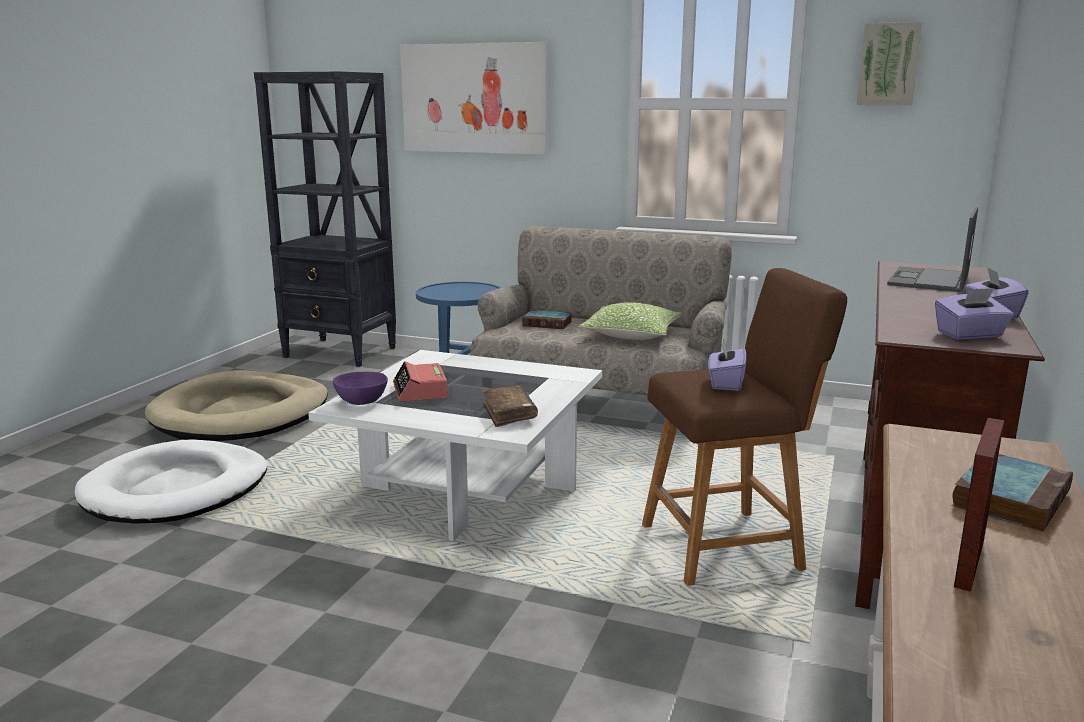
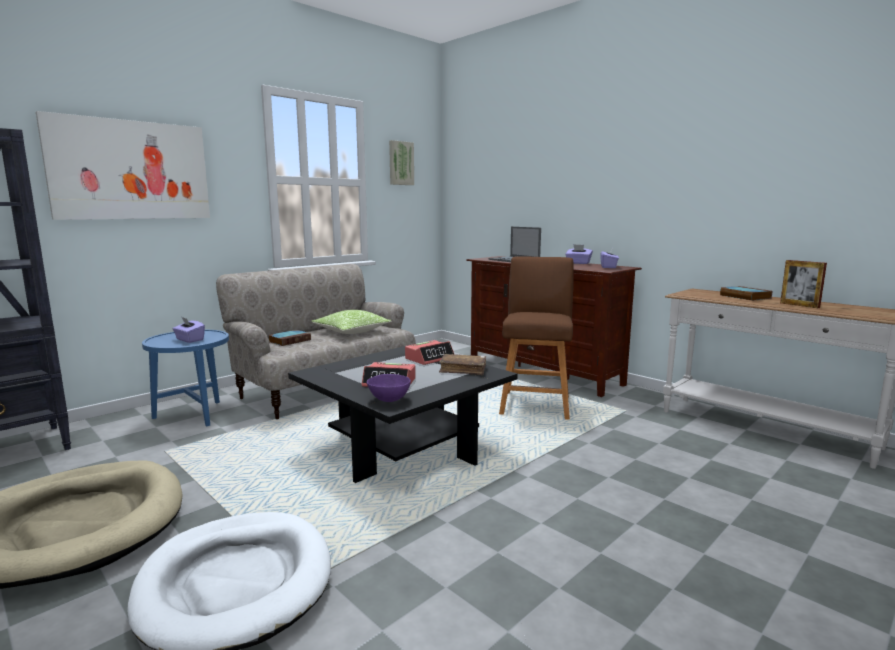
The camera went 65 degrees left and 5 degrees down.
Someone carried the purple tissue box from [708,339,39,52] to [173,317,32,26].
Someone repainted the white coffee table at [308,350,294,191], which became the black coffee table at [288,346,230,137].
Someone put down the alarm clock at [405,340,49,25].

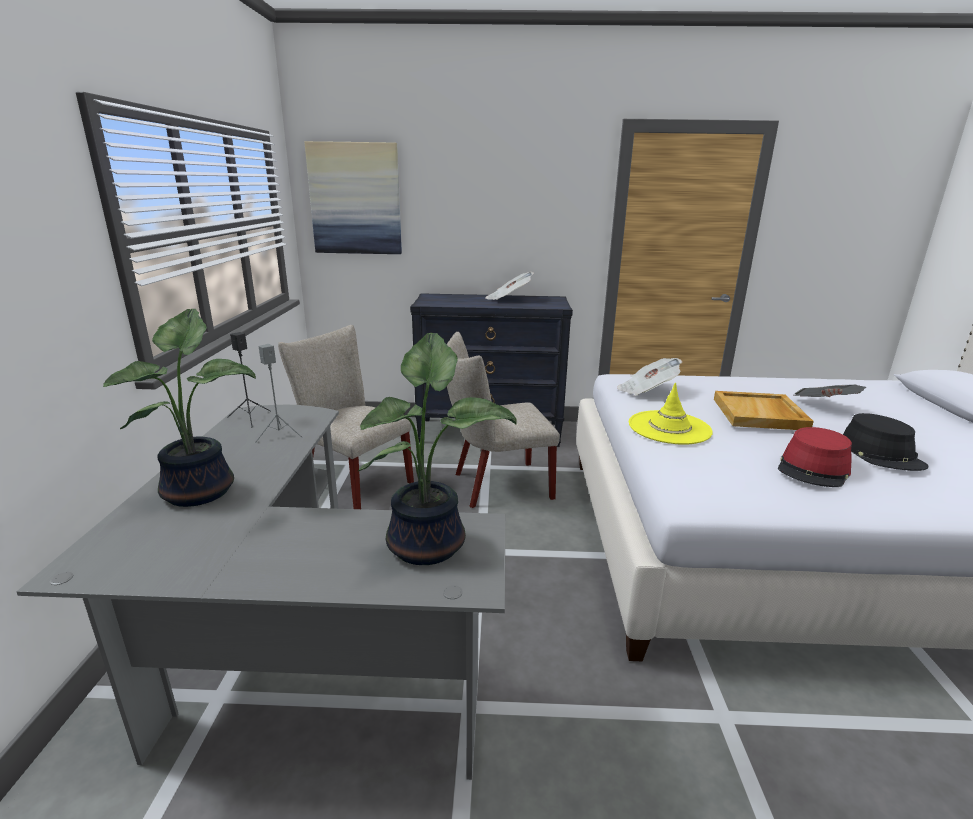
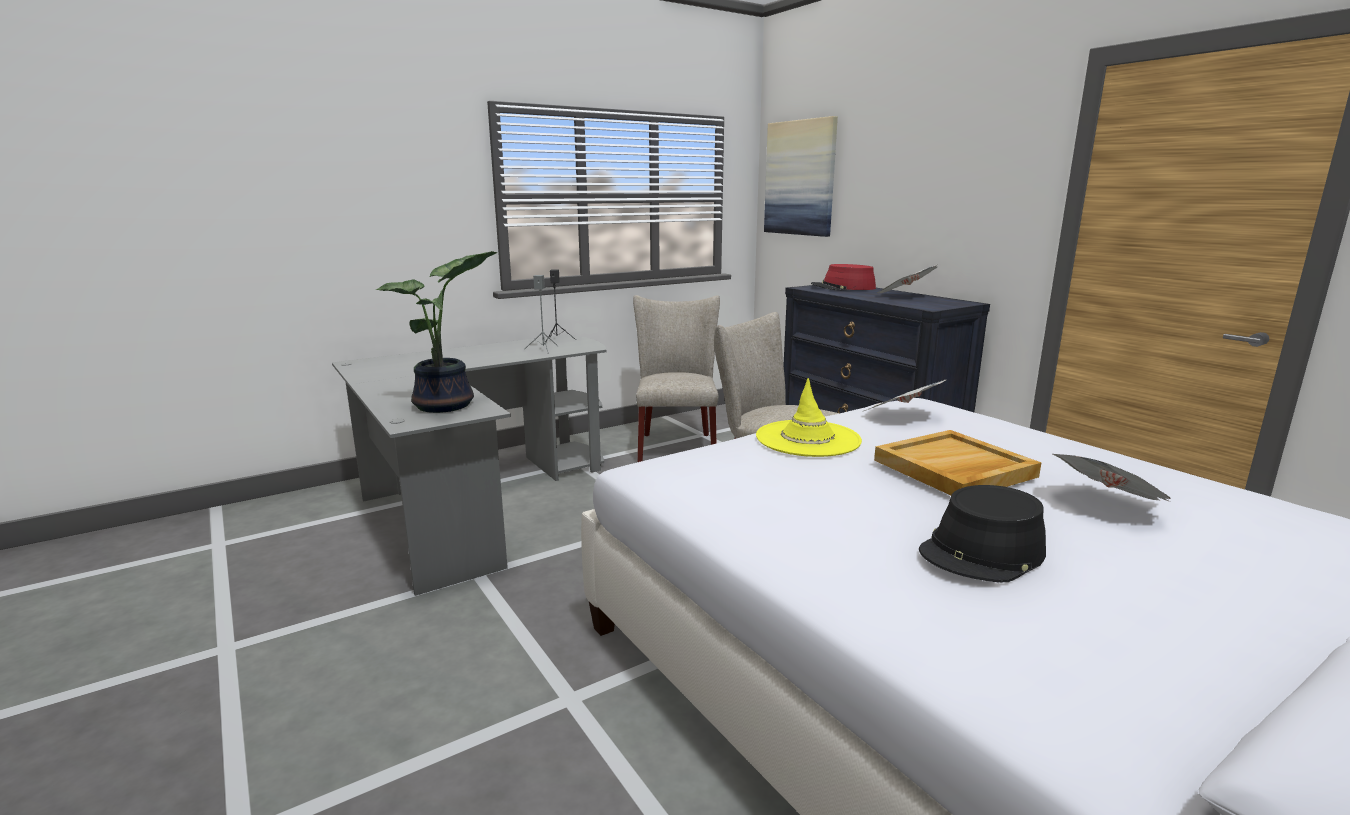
The camera went 55 degrees right and 5 degrees down.
Someone took away the potted plant at [103,309,153,198].
Someone carried the red hat from [778,427,74,60] to [811,264,65,26].

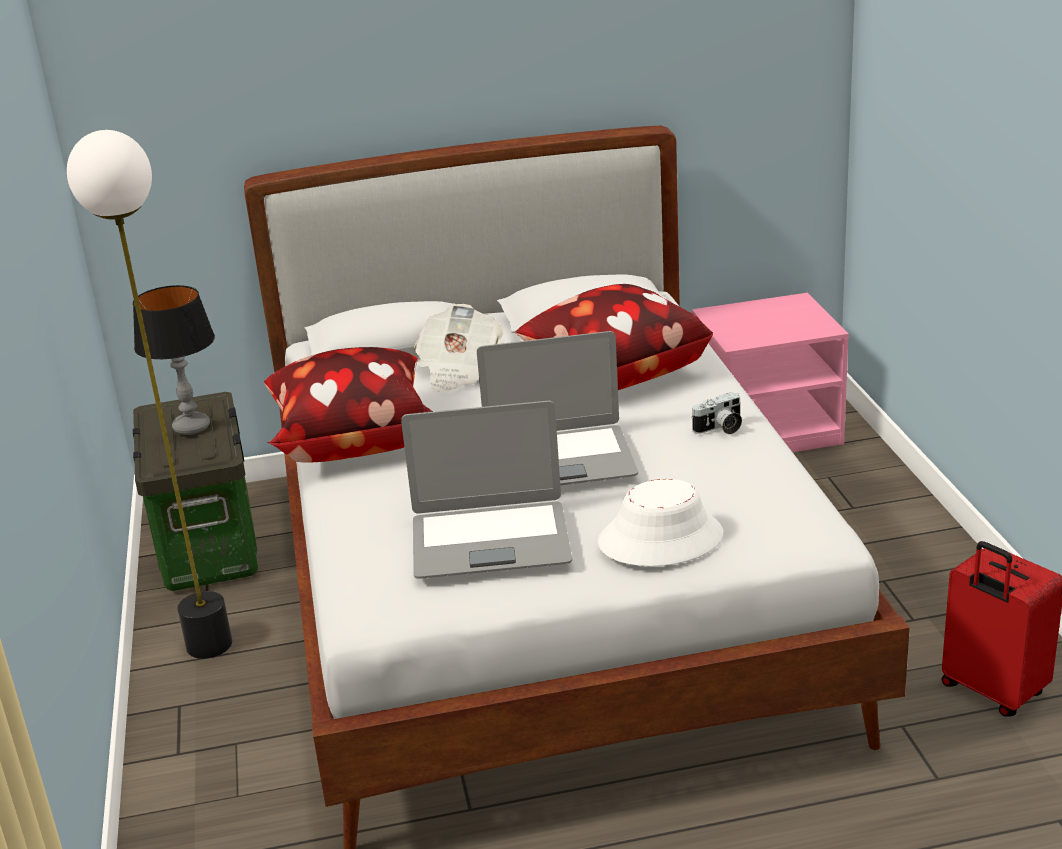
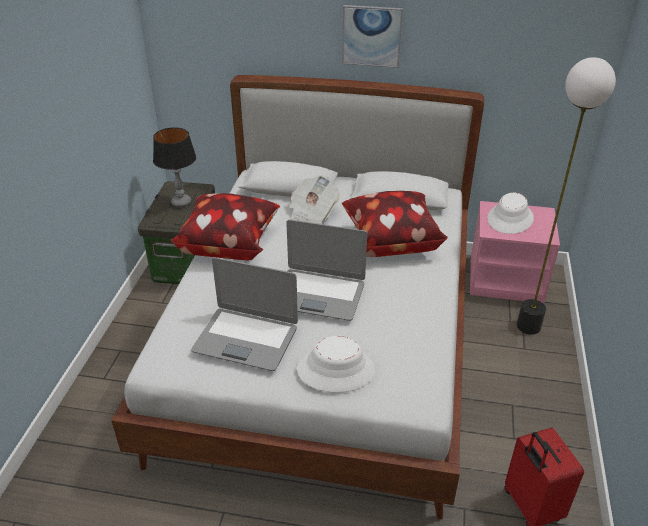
The camera went 20 degrees right and 10 degrees up.
Someone carried the floor lamp from [67,130,165,529] to [517,57,99,278].
Someone took away the photo camera at [691,392,51,42].
Someone put up the picture at [342,5,61,63].
Someone put down the white hat at [487,193,47,41].

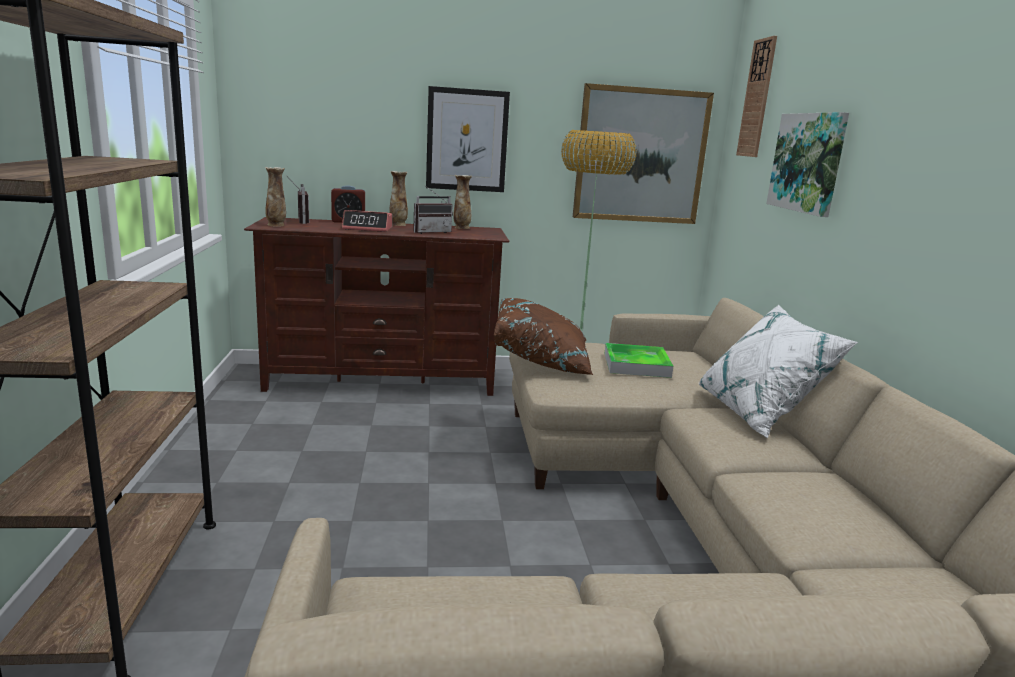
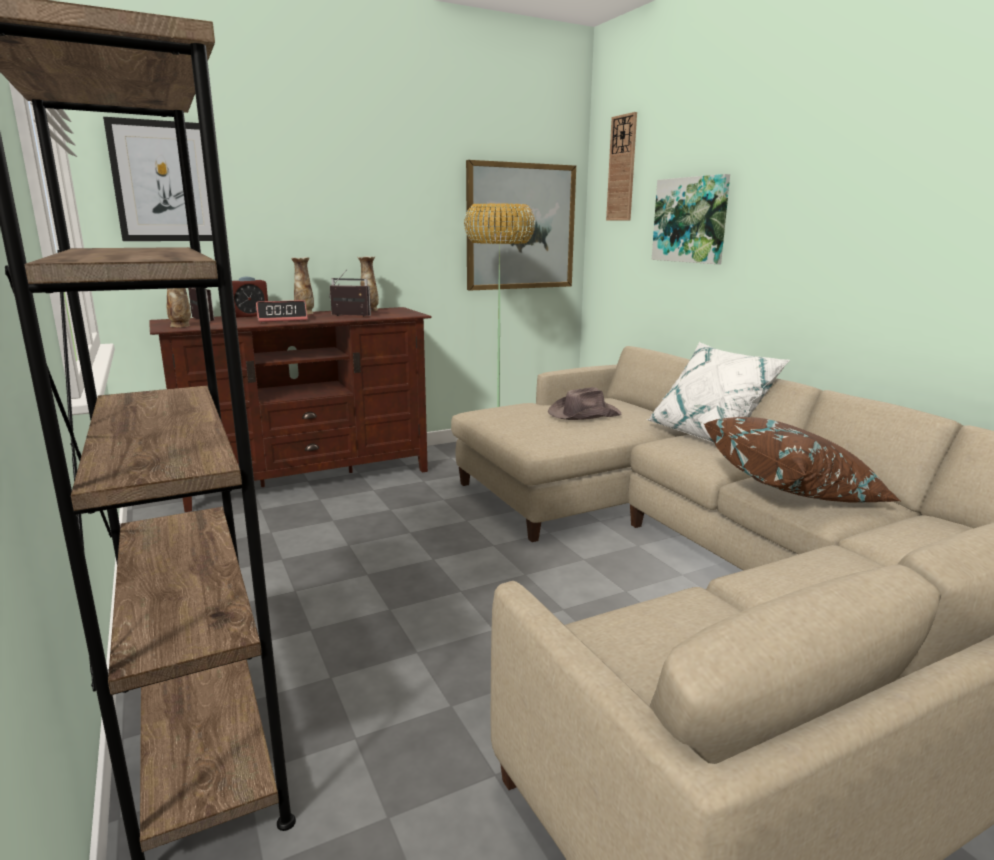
The camera went 20 degrees left and 0 degrees up.
Someone carried the picture from [426,86,84,106] to [103,117,110,124].
Someone rotated the radio at [413,185,40,49] by 120 degrees counterclockwise.
Someone carried the brown pillow from [494,298,99,77] to [704,417,196,86].
Someone swapped the tray at [604,343,69,35] for the brown hat at [548,387,74,33].

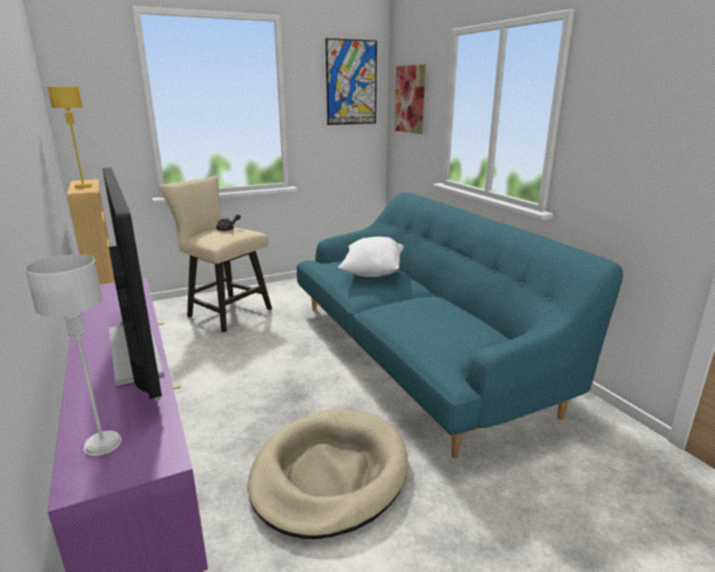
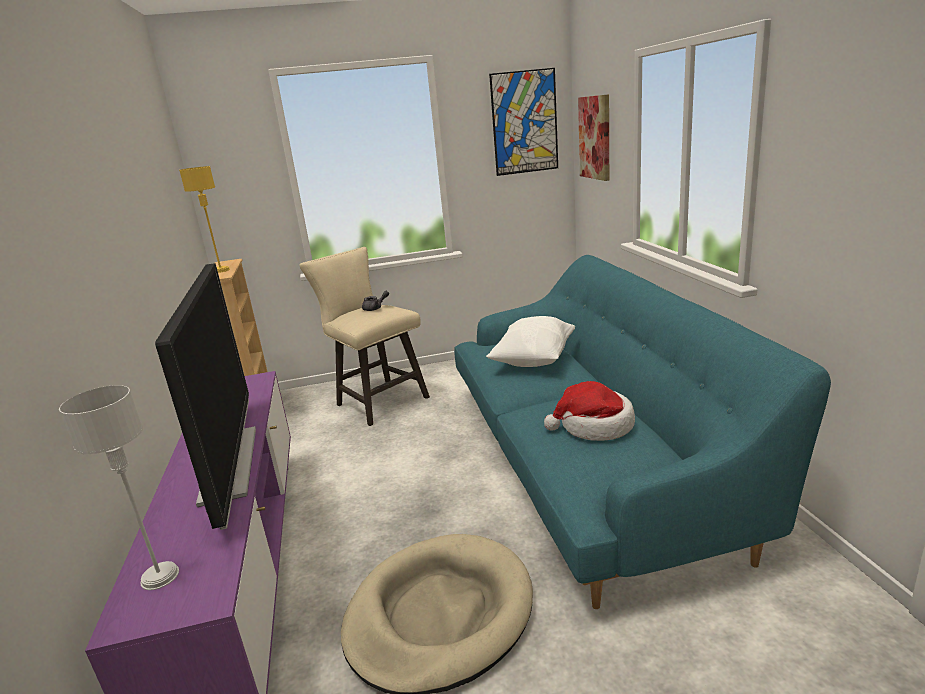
The camera went 15 degrees right and 0 degrees up.
Someone put down the hat at [544,381,91,60].

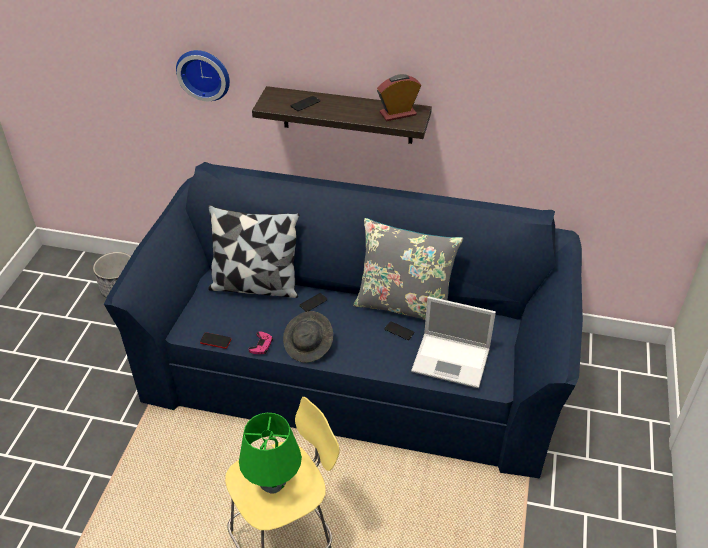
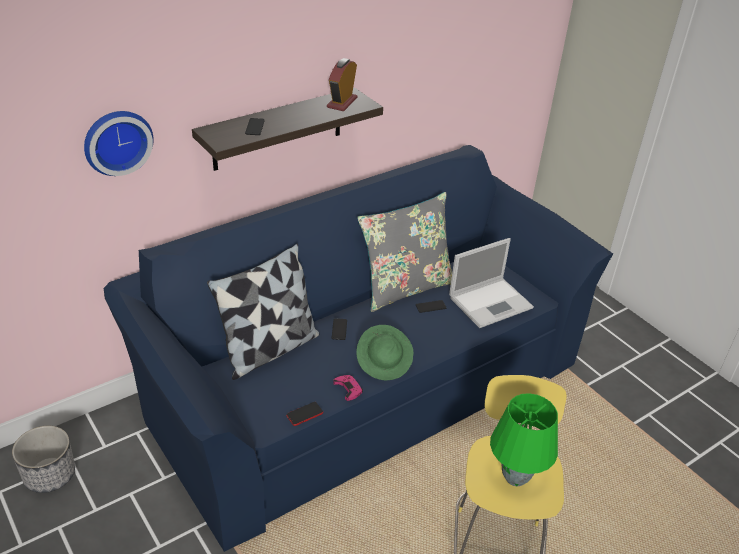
The camera went 50 degrees left and 5 degrees down.
Someone repainted the grey hat at [283,311,50,52], which became the green hat at [356,325,58,55].

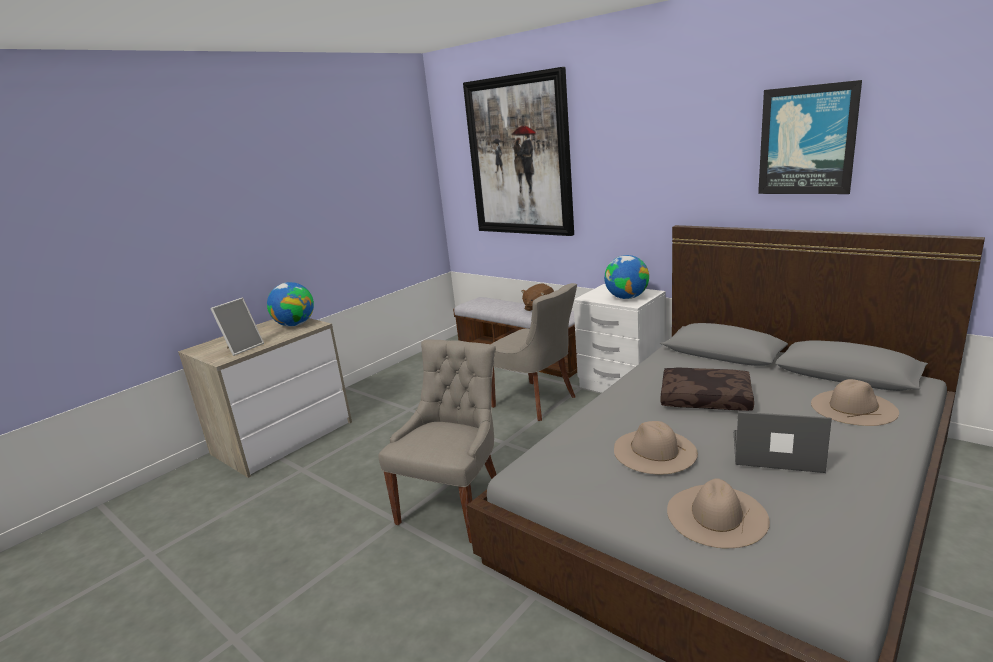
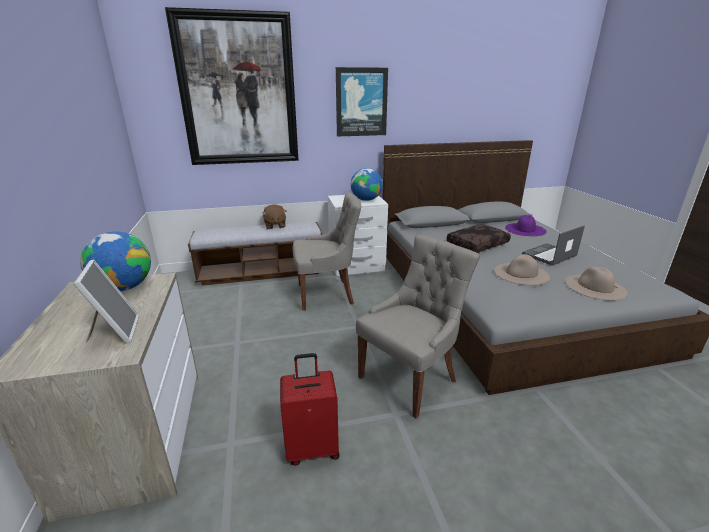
The camera went 55 degrees left and 5 degrees up.
Someone carried the picture from [758,80,104,114] to [336,67,52,69].
Someone rotated the grey chair at [378,340,119,203] by 75 degrees clockwise.
Someone repainted the beige hat at [811,379,88,47], which became the purple hat at [505,215,42,21].
Someone put down the red suitcase at [280,353,60,113].

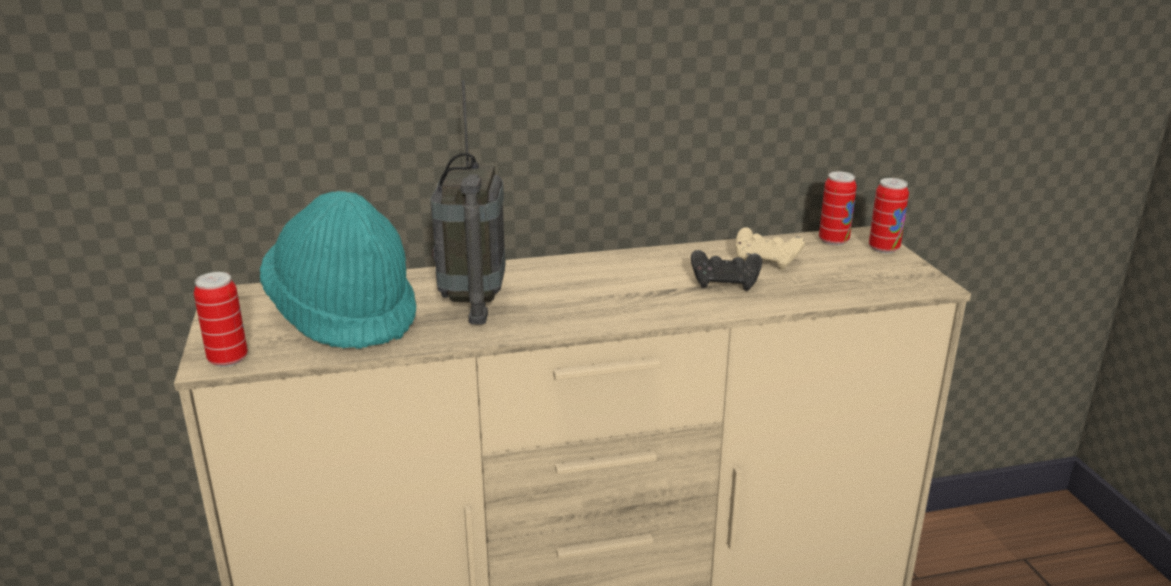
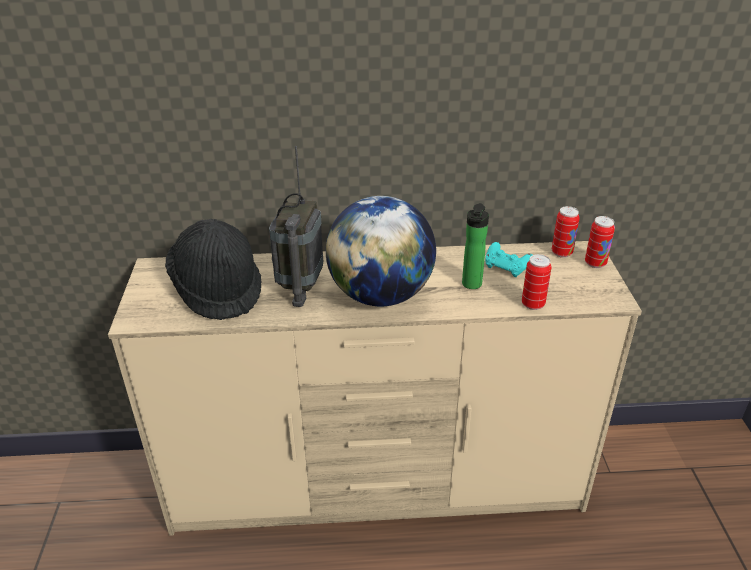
The camera went 10 degrees right and 10 degrees up.
Someone repainted the turquoise hat at [260,191,156,158], which became the black hat at [165,219,97,101].
Someone repainted the beige game controller at [735,227,70,43], which became the turquoise game controller at [485,242,48,35].
Someone swapped the black game controller at [691,250,71,41] for the bottle at [462,203,27,86].
Someone carried the can from [194,272,54,95] to [522,254,30,56].
Someone put down the globe at [326,196,110,110].

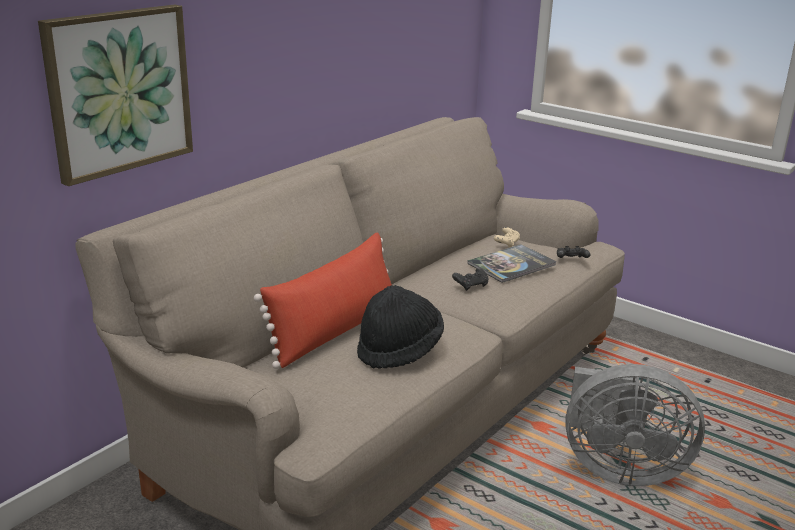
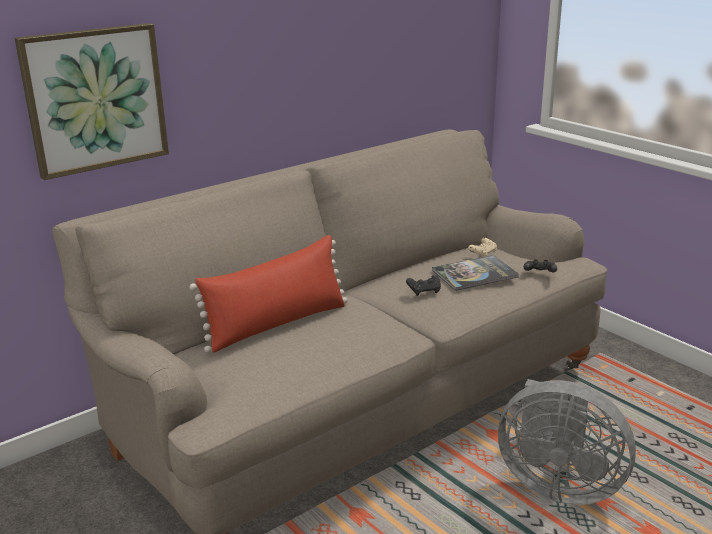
The camera went 15 degrees right and 0 degrees up.
Someone took away the black hat at [357,285,87,84].

